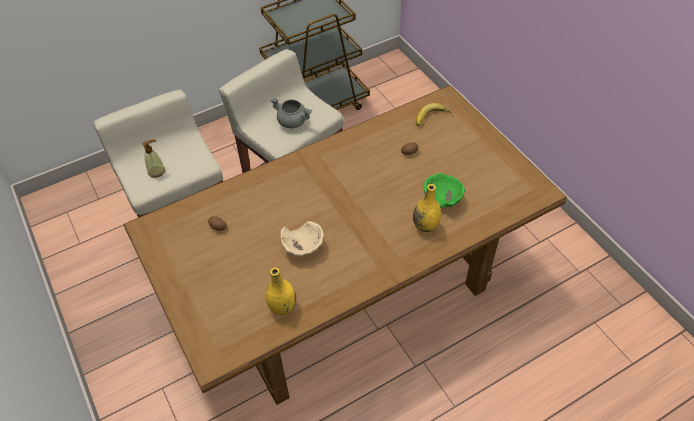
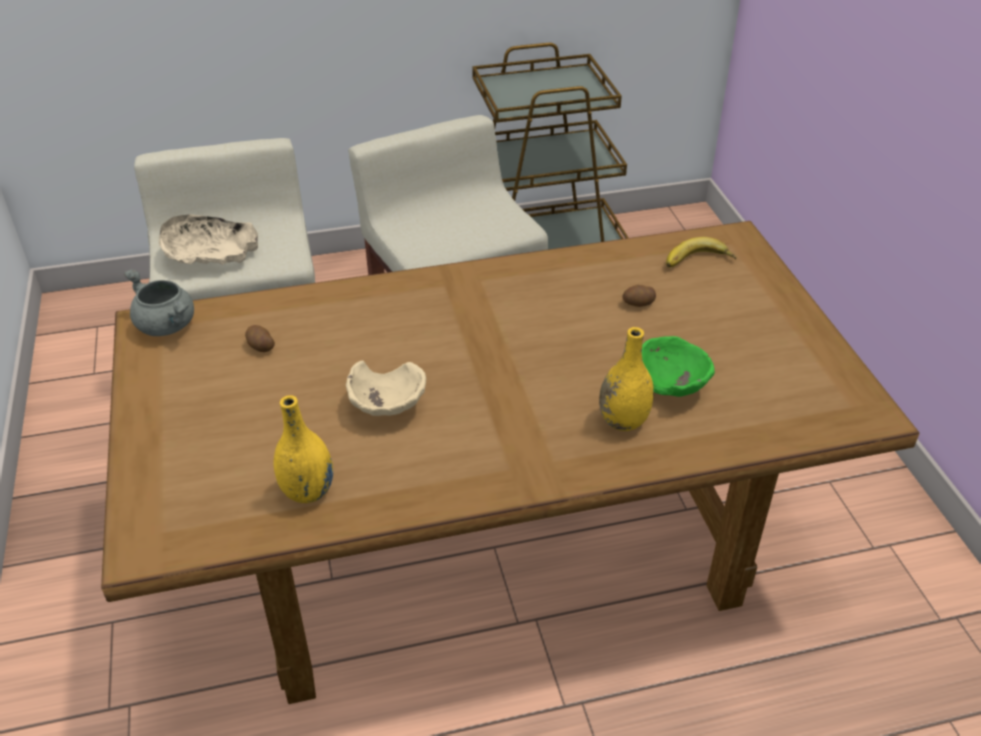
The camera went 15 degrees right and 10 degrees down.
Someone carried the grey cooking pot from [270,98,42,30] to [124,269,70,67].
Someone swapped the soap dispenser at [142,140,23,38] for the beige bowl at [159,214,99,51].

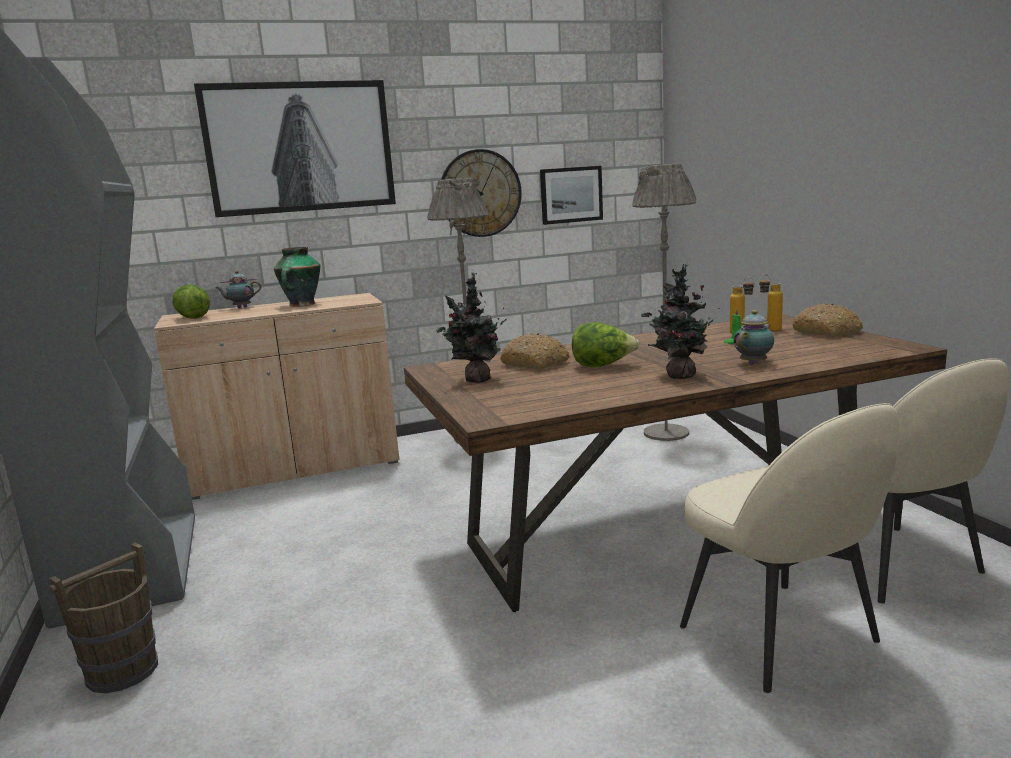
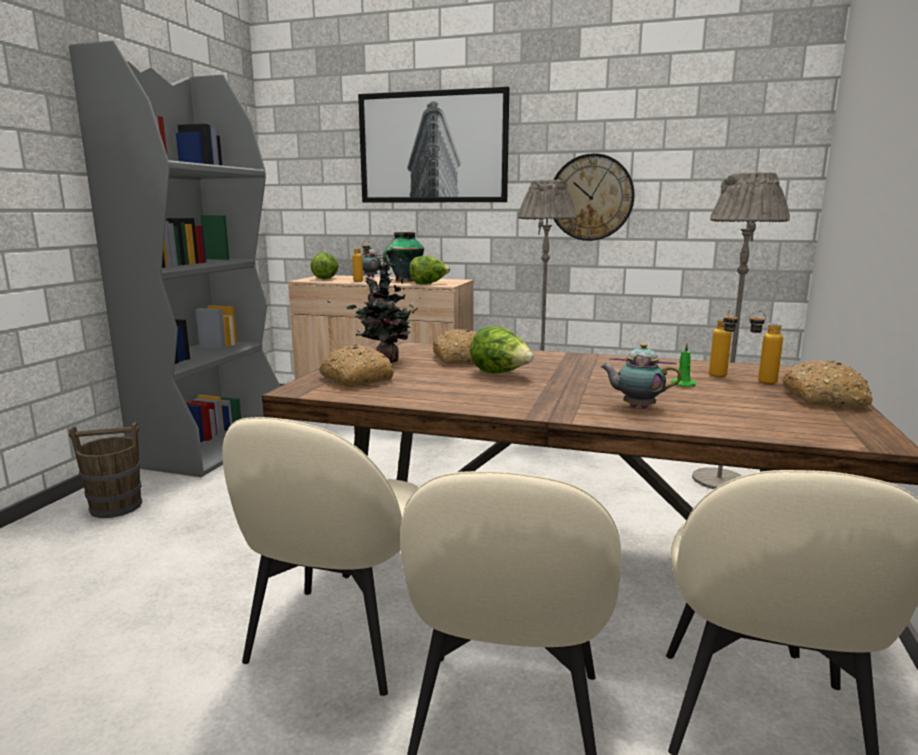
The camera went 35 degrees right and 0 degrees up.
Someone took away the picture at [540,166,63,59].
Someone took away the potted plant at [641,263,79,116].
Someone rotated the teapot at [734,310,40,55] by 150 degrees counterclockwise.
Someone put down the bottle at [352,241,18,41].
Someone put down the lettuce at [409,256,41,29].
Someone put down the bread at [319,345,75,42].
Someone put down the beige chair at [222,417,197,279].

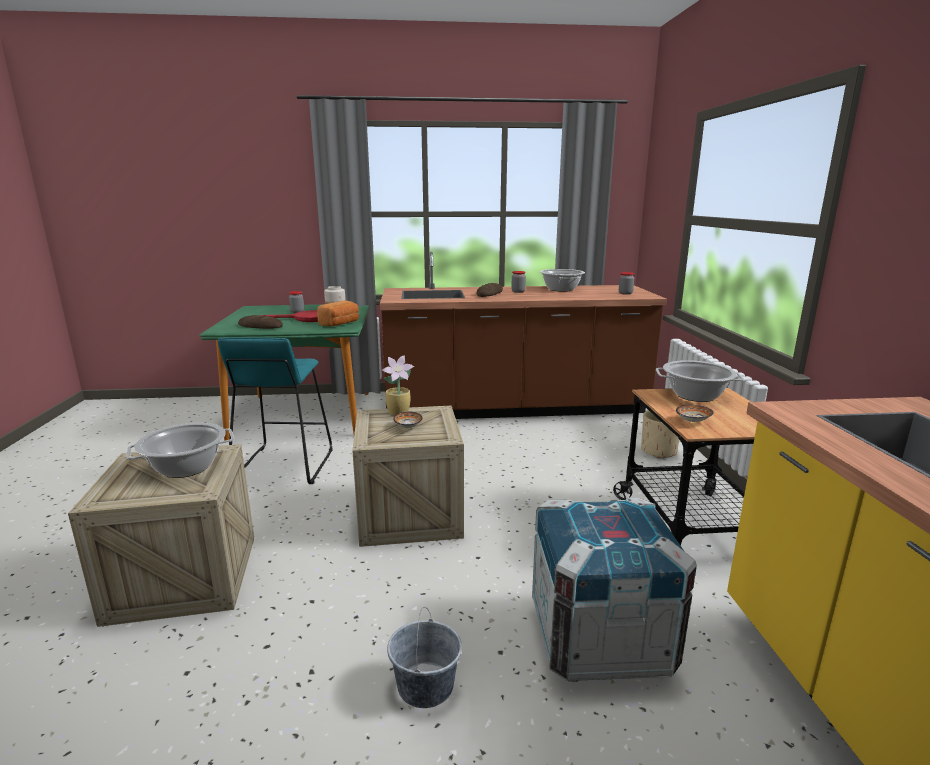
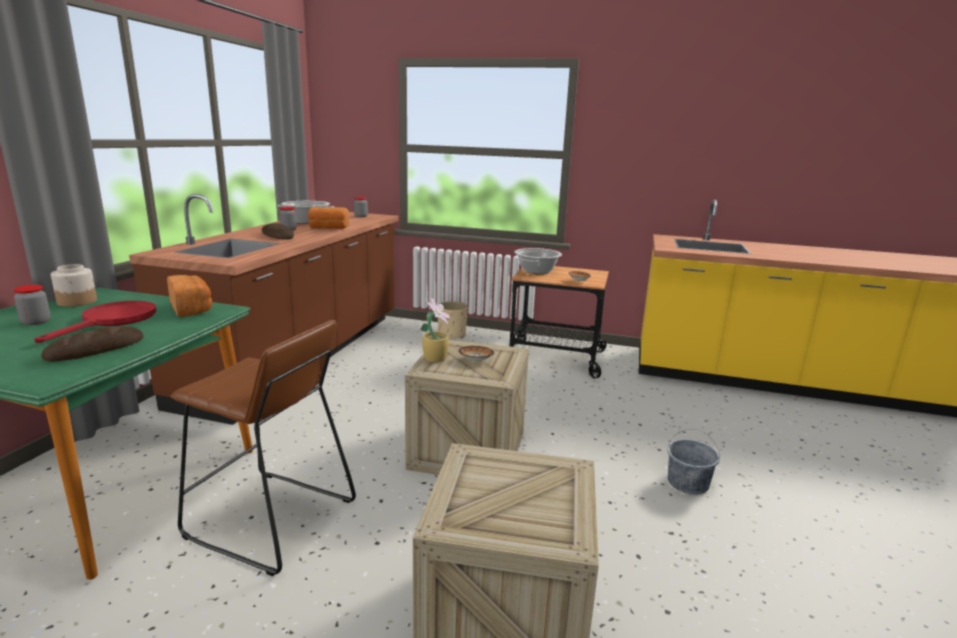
The camera went 70 degrees left and 0 degrees up.
Someone repainted the turquoise stool at [217,337,116,147], which became the brown stool at [170,320,186,256].
Someone took away the cooking pot at [126,423,108,55].
Someone took away the crate at [532,497,165,185].
Someone put down the bread at [308,207,41,22].

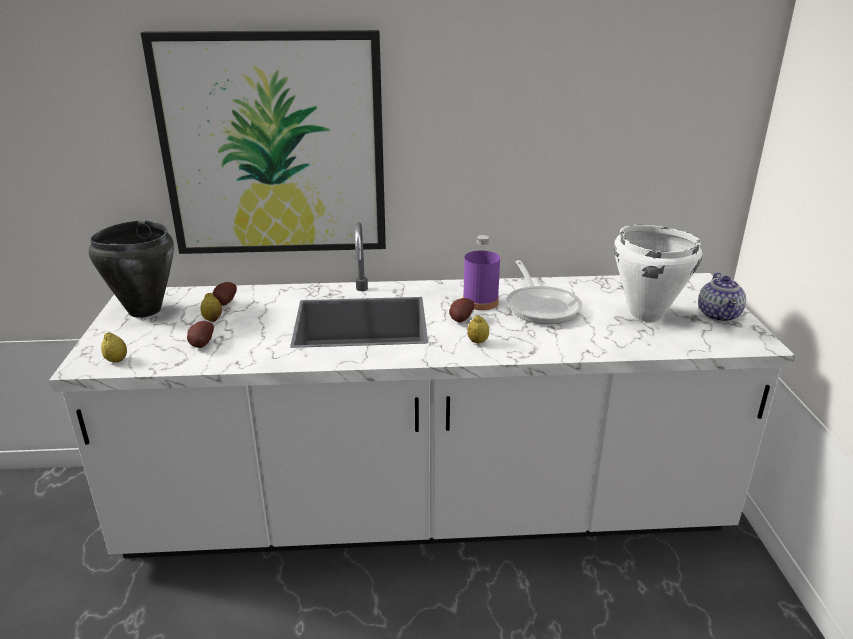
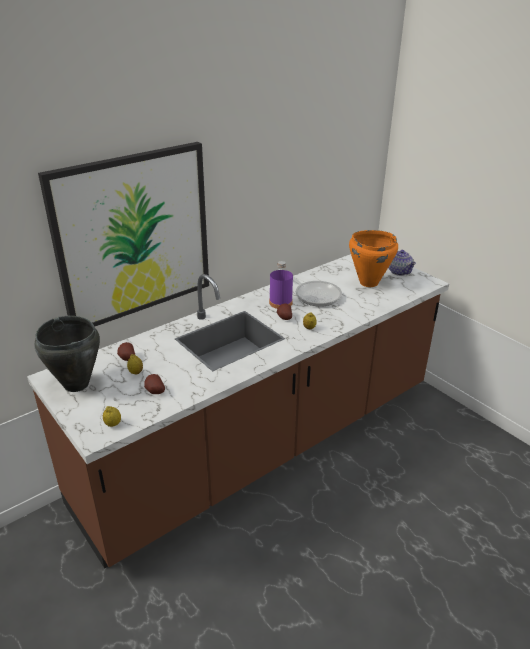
The camera went 35 degrees left and 5 degrees up.
Someone repainted the white counter at [49,222,746,336], which became the brown counter at [27,254,422,315].
Someone repainted the white cooking pot at [614,225,88,97], which became the orange cooking pot at [349,230,49,57].

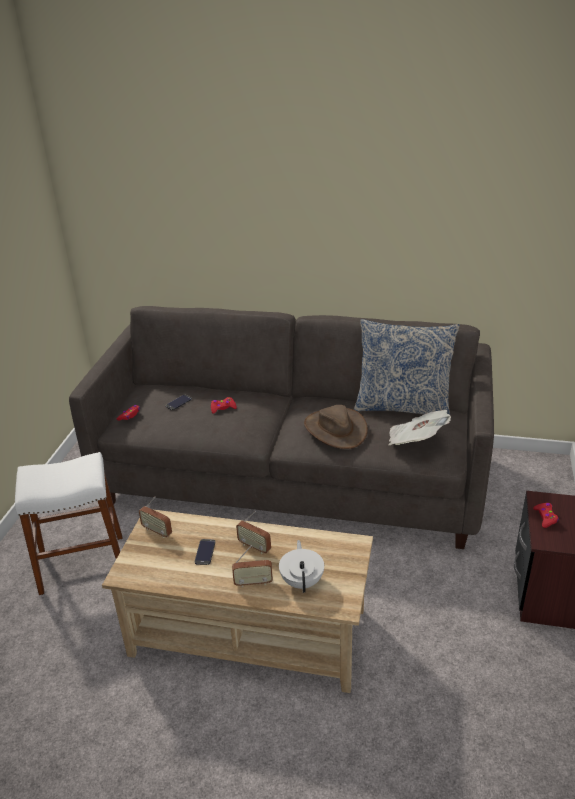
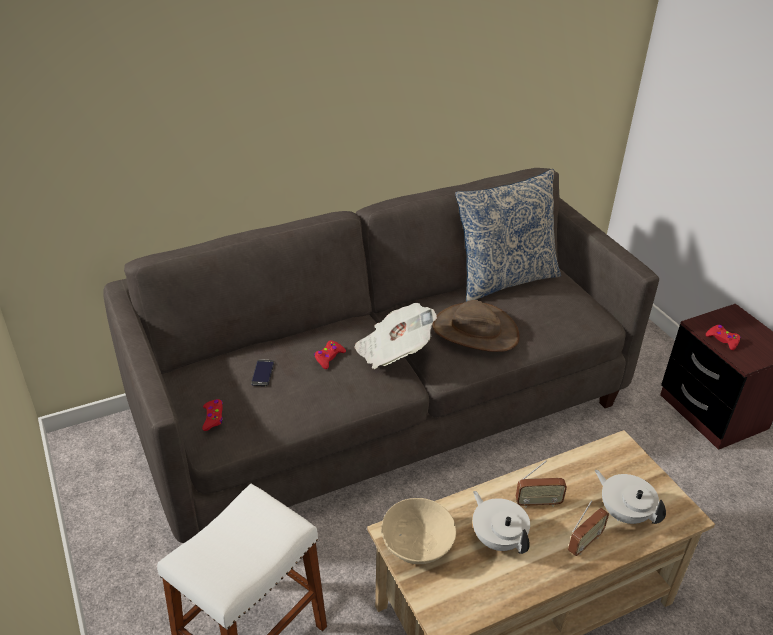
The camera went 40 degrees left and 5 degrees up.
Someone carried the newspaper from [388,410,63,35] to [354,303,83,66].
Someone swapped the radio at [139,496,33,42] for the beige bowl at [381,498,75,66].
Someone swapped the phone at [195,539,20,26] for the white teapot at [473,491,57,63].

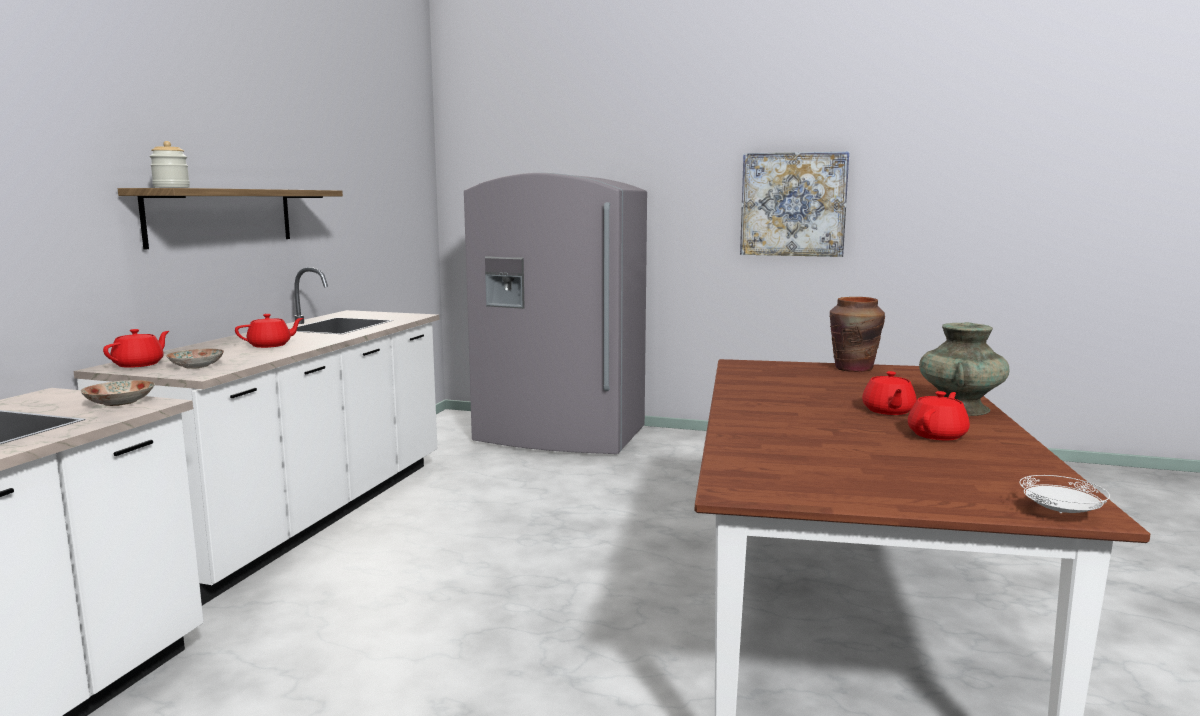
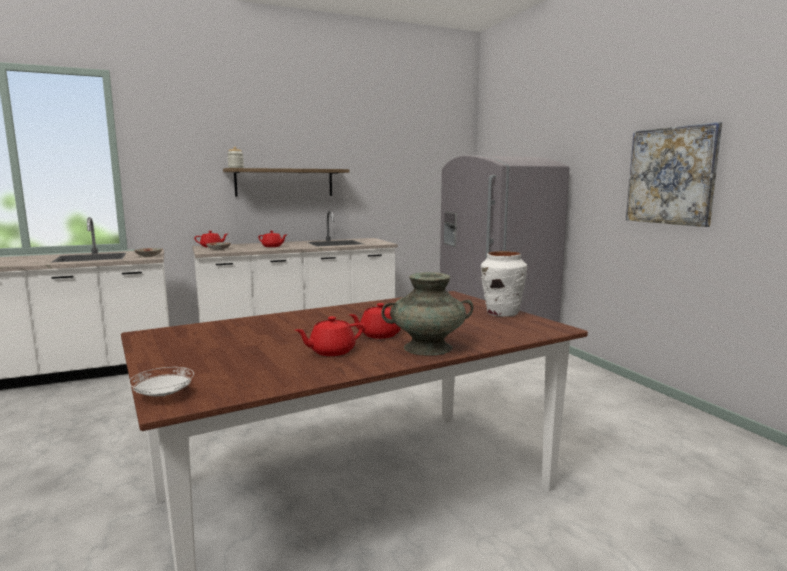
The camera went 50 degrees right and 0 degrees up.
Someone repainted the brown vase at [829,297,56,75], which became the white vase at [481,251,46,65].
Someone rotated the red teapot at [908,391,62,49] by 150 degrees clockwise.

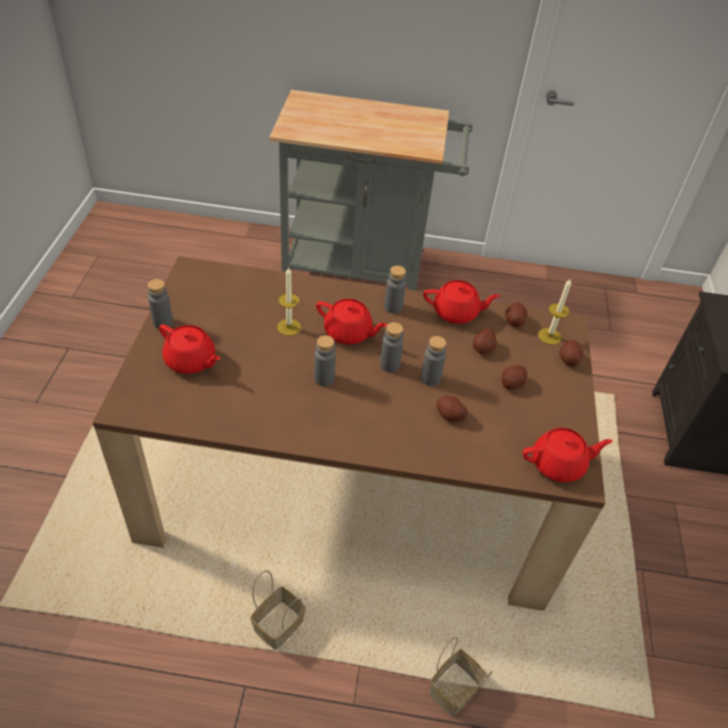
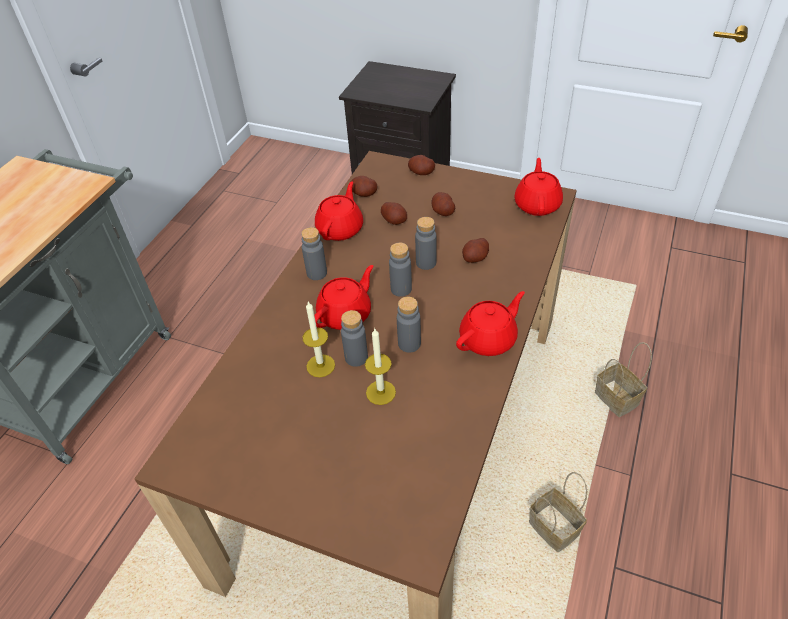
The camera went 70 degrees left and 0 degrees up.
Someone carried the candle from [538,278,33,67] to [365,329,31,76].
Someone carried the grey bottle from [148,279,25,50] to [341,310,27,57].
Someone carried the red teapot from [159,324,61,50] to [456,291,69,65].

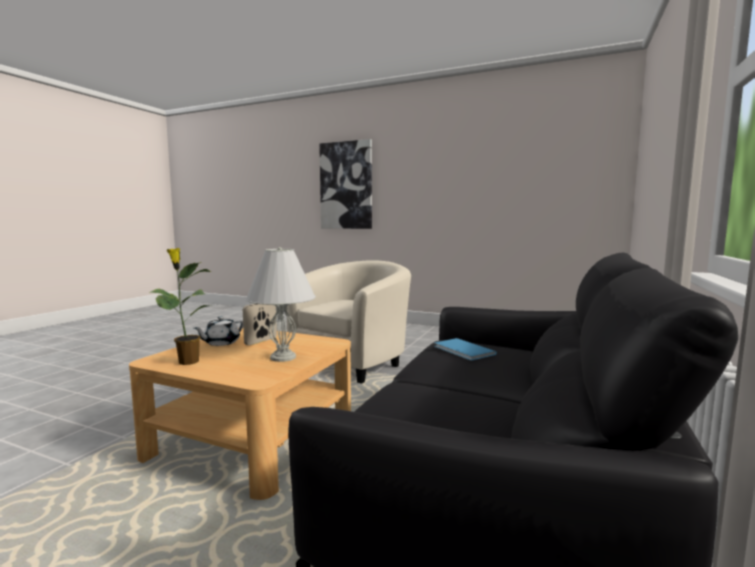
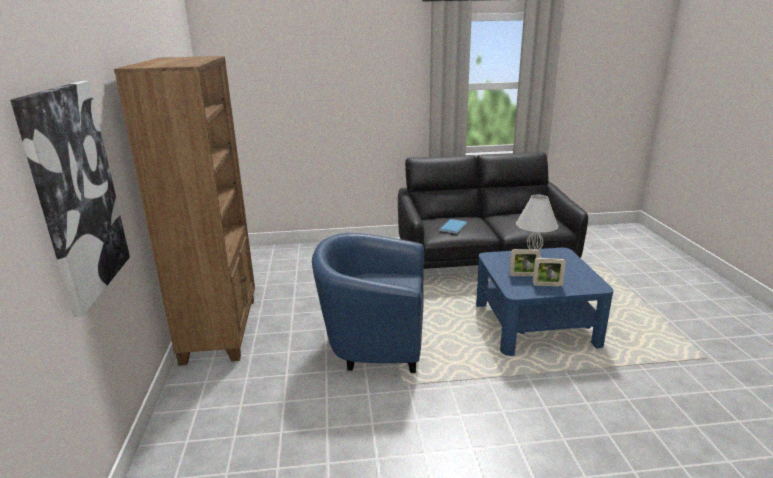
The camera went 120 degrees left and 15 degrees up.
Someone took away the potted plant at [151,248,60,117].
Someone repainted the beige armchair at [286,260,125,124], which became the blue armchair at [312,233,112,140].
Someone swapped the white teapot at [194,316,49,30] for the picture frame at [532,258,34,29].
Someone repainted the beige coffee table at [129,328,222,172], which became the blue coffee table at [476,248,138,108].
Someone put down the brown bookcase at [114,56,141,310].

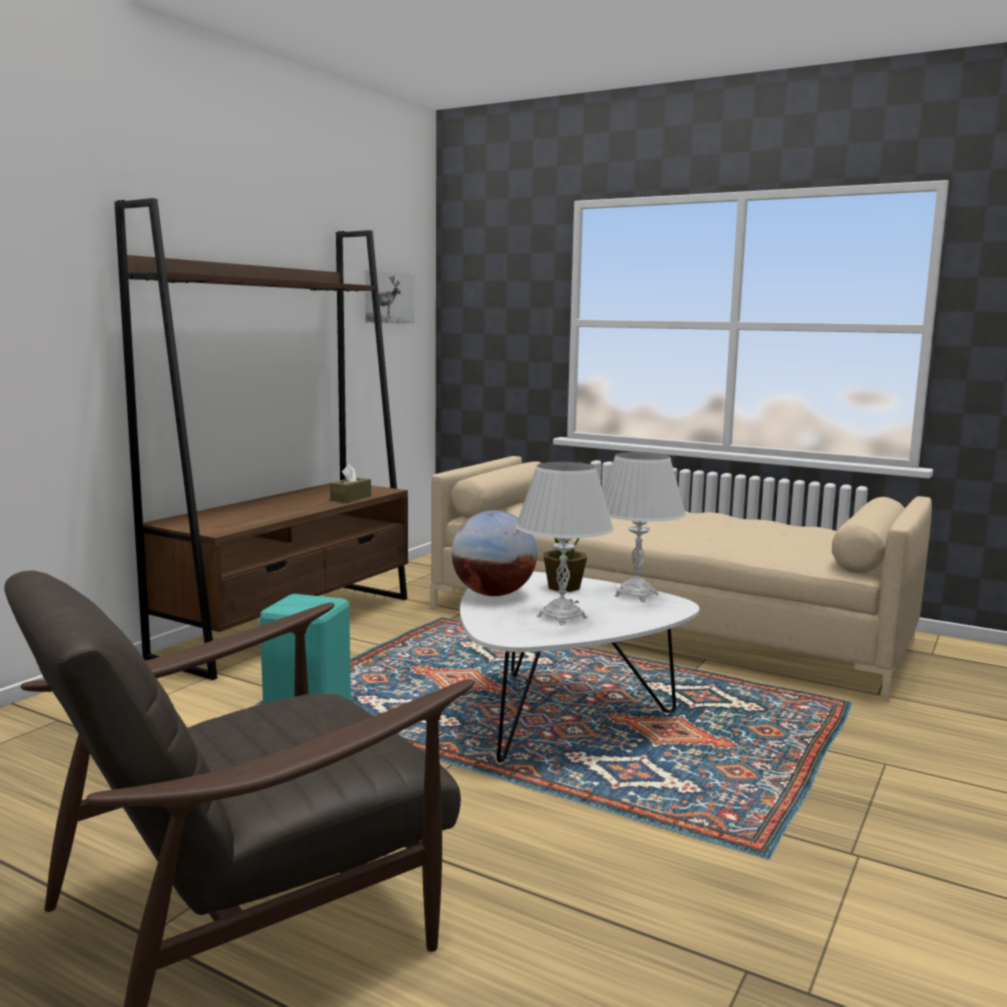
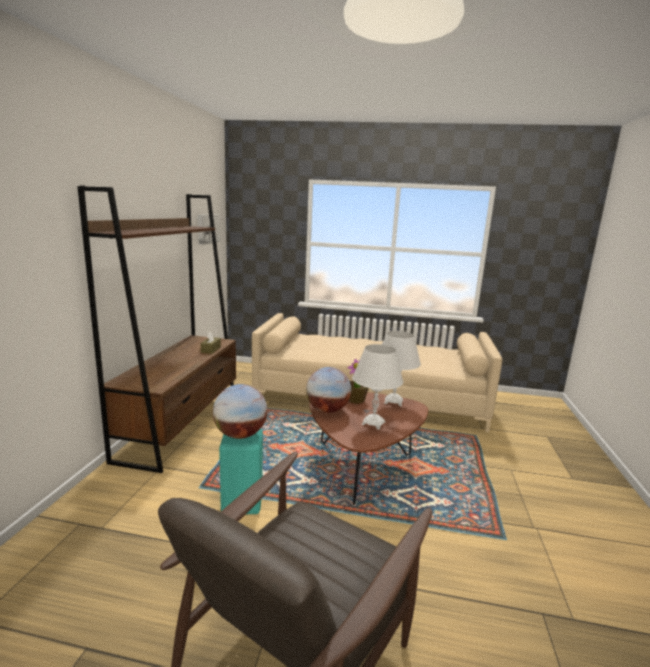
The camera went 20 degrees left and 5 degrees up.
Someone repainted the white coffee table at [460,572,239,191], which became the brown coffee table at [309,392,119,113].
Someone put down the globe at [213,384,54,55].

